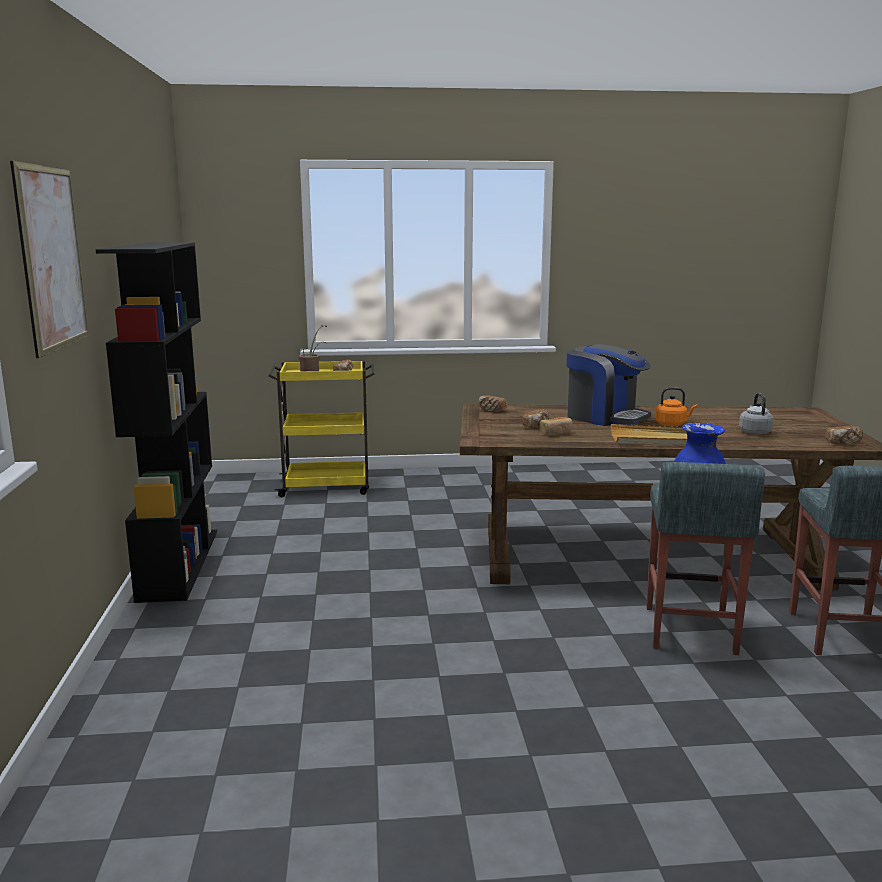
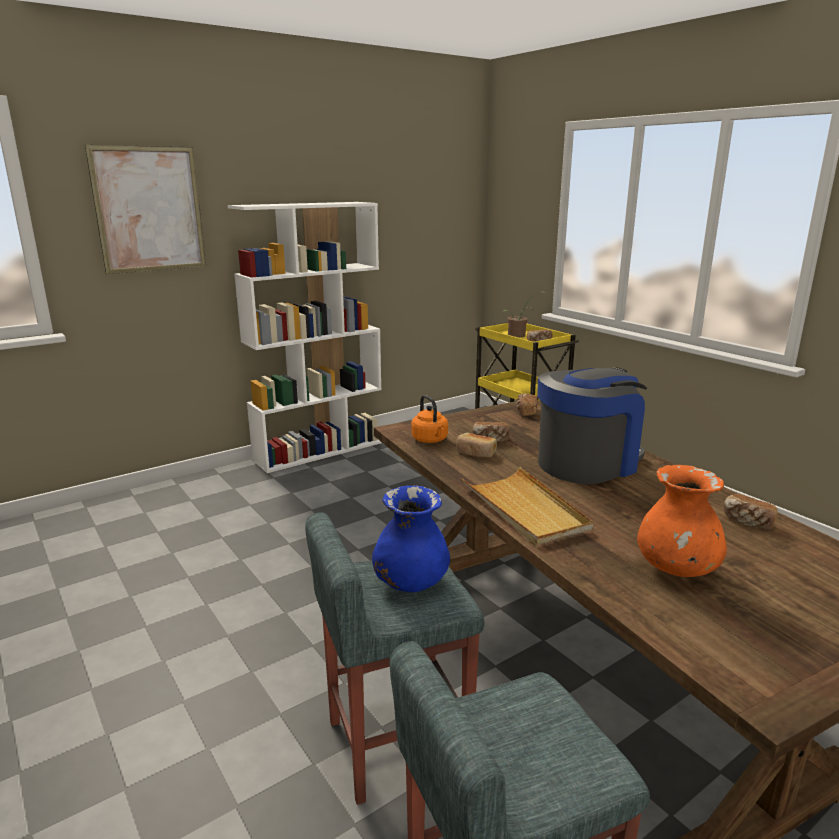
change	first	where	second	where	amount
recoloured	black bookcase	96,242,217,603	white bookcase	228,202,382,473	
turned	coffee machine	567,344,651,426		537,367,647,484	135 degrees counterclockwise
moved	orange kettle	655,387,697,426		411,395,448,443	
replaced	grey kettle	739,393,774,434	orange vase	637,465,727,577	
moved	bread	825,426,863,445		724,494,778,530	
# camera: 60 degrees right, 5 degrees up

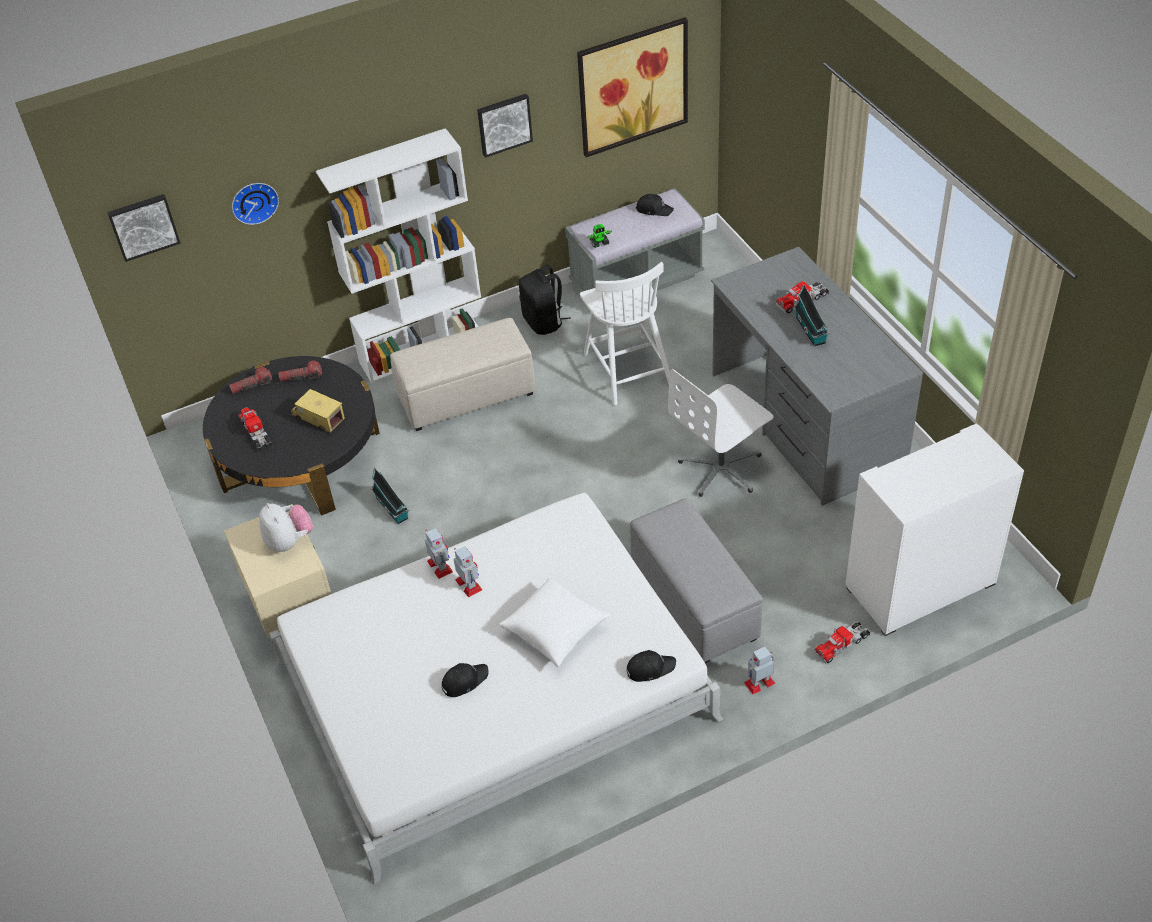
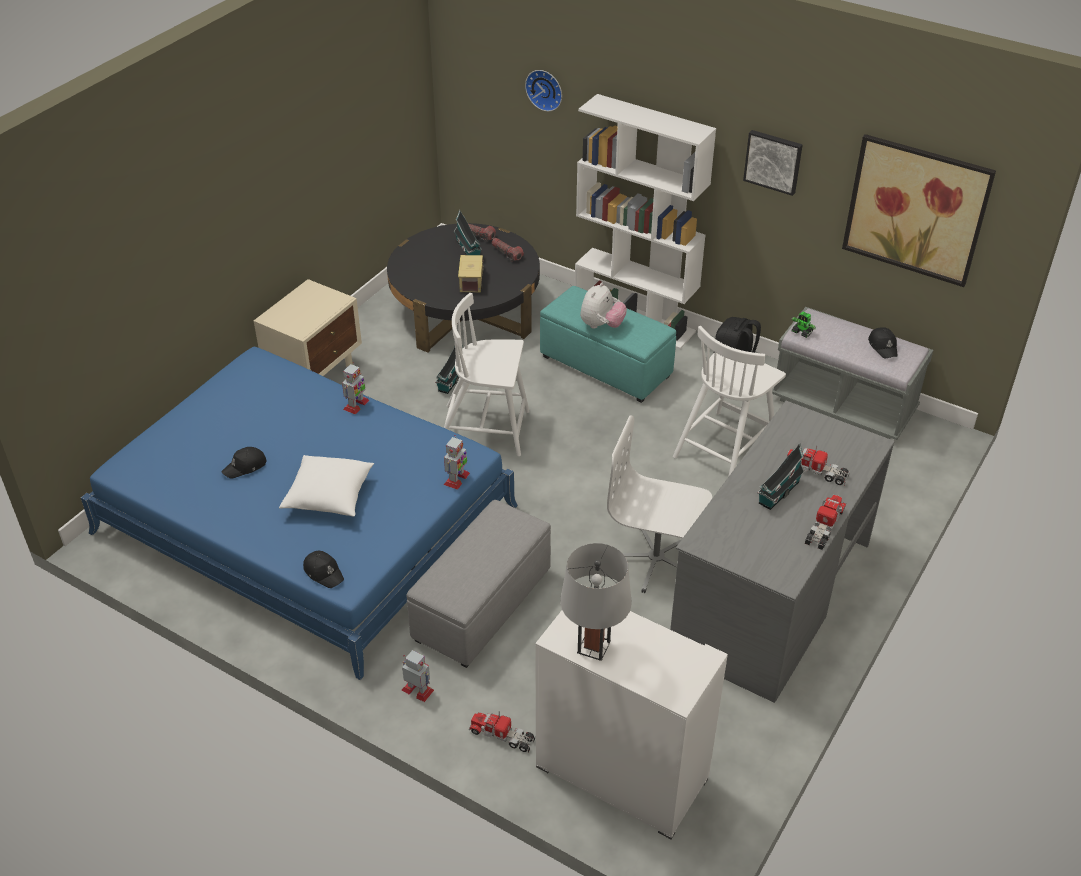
change	first	where	second	where	amount
removed	picture	107,194,180,262			
moved	toy truck	238,407,273,452		805,495,846,550	
moved	plush toy	259,503,314,552		580,283,627,329	
recoloured	white bed	269,493,723,884	blue bed	81,347,518,680	
recoloured	beige ottoman	390,318,535,431	turquoise ottoman	540,286,676,403	
turned	black cap	442,663,489,697		222,447,266,479	120 degrees clockwise
moved	toy robot	454,546,482,597		444,435,470,490	
added			white chair	444,293,530,456	
added			toy house	454,210,482,255	
added			grey table lamp	560,543,632,661	
# camera: 55 degrees right, 5 degrees down

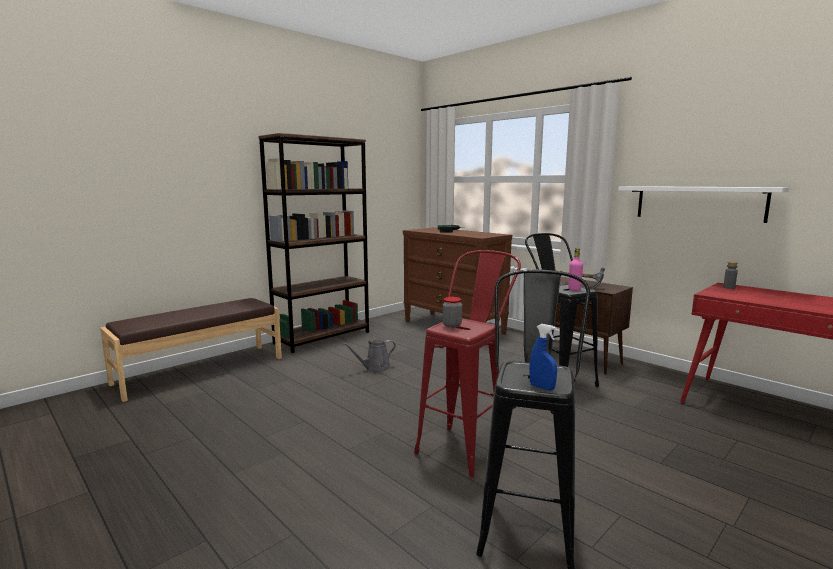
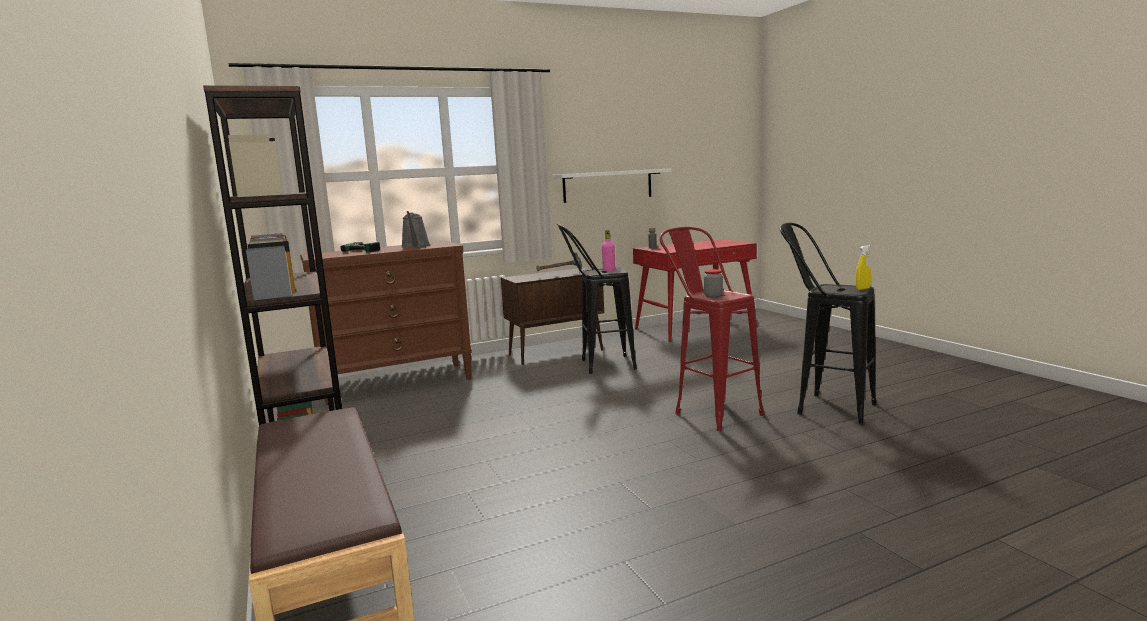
change	first	where	second	where	amount
moved	grey watering can	342,339,396,373		401,211,430,248	
recoloured	blue spray bottle	529,324,557,391	yellow spray bottle	856,245,871,290	
# camera: 70 degrees left, 0 degrees up

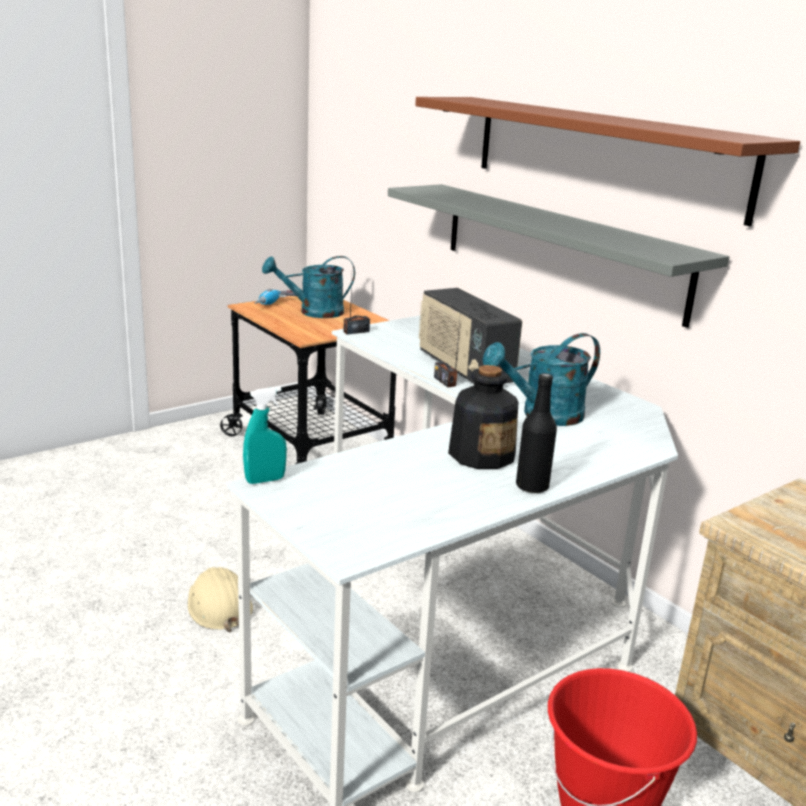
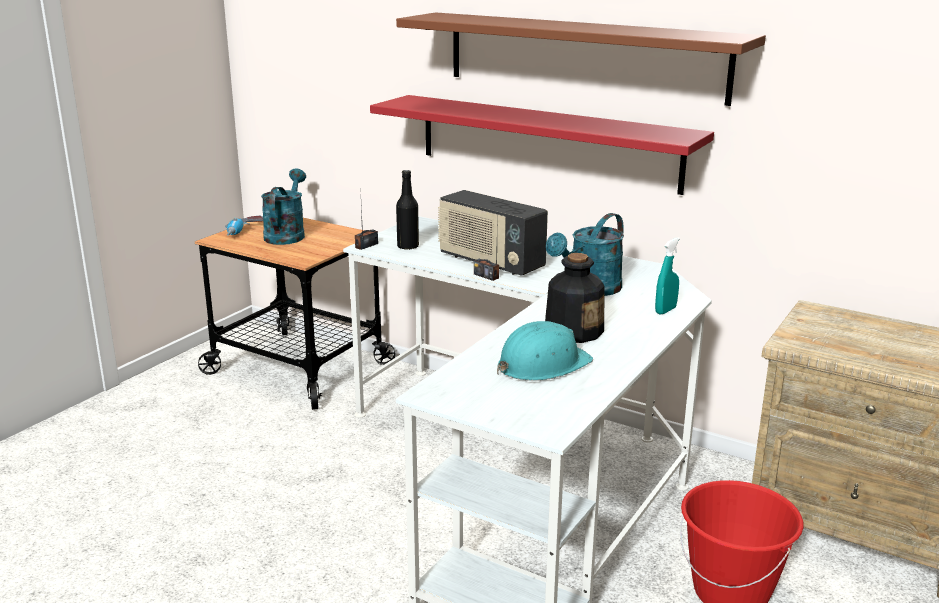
change	first	where	second	where	amount
removed	beige hard hat	188,567,253,632			
moved	turquoise spray bottle	243,387,287,484		655,237,680,315	
turned	turquoise watering can	262,256,355,318		261,168,306,245	135 degrees clockwise
recoloured	grey shelf	388,184,729,328	red shelf	370,95,714,195	
moved	black bottle	516,373,557,493		396,170,419,250	
added			turquoise hard hat	497,321,593,381	
# camera: 20 degrees left, 0 degrees up

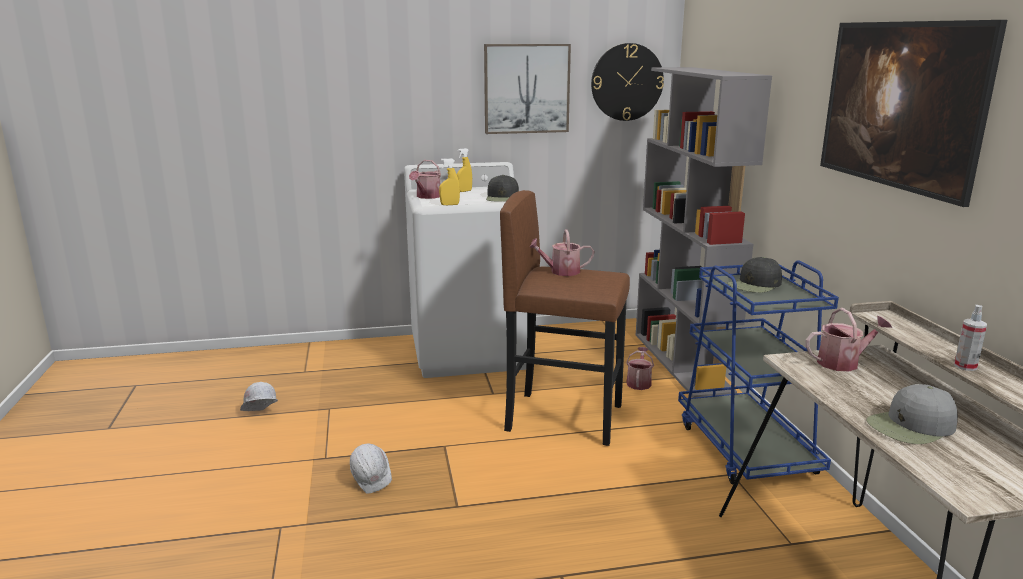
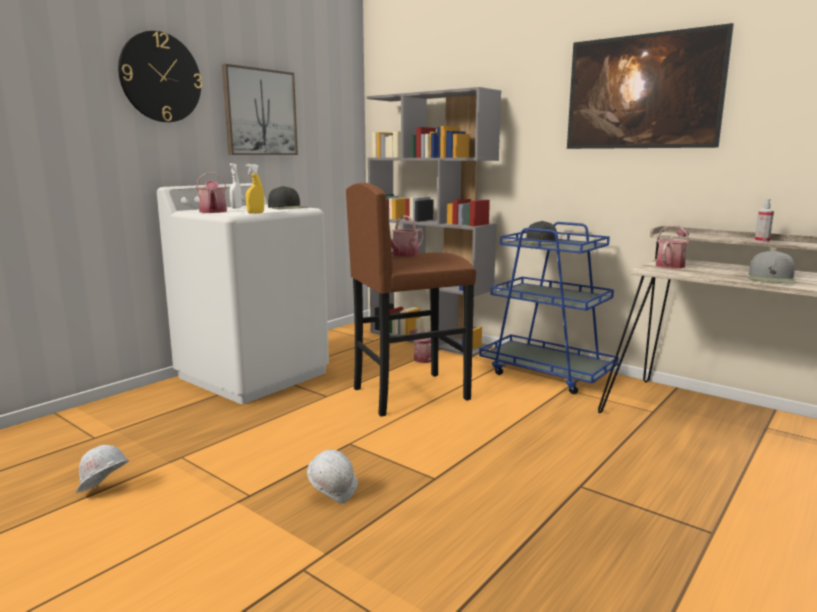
change	first	where	second	where	amount
recoloured	yellow spray bottle	457,148,472,192	white spray bottle	230,163,242,208	
moved	wall clock	591,43,664,121		118,31,202,122	
# camera: 40 degrees left, 5 degrees down

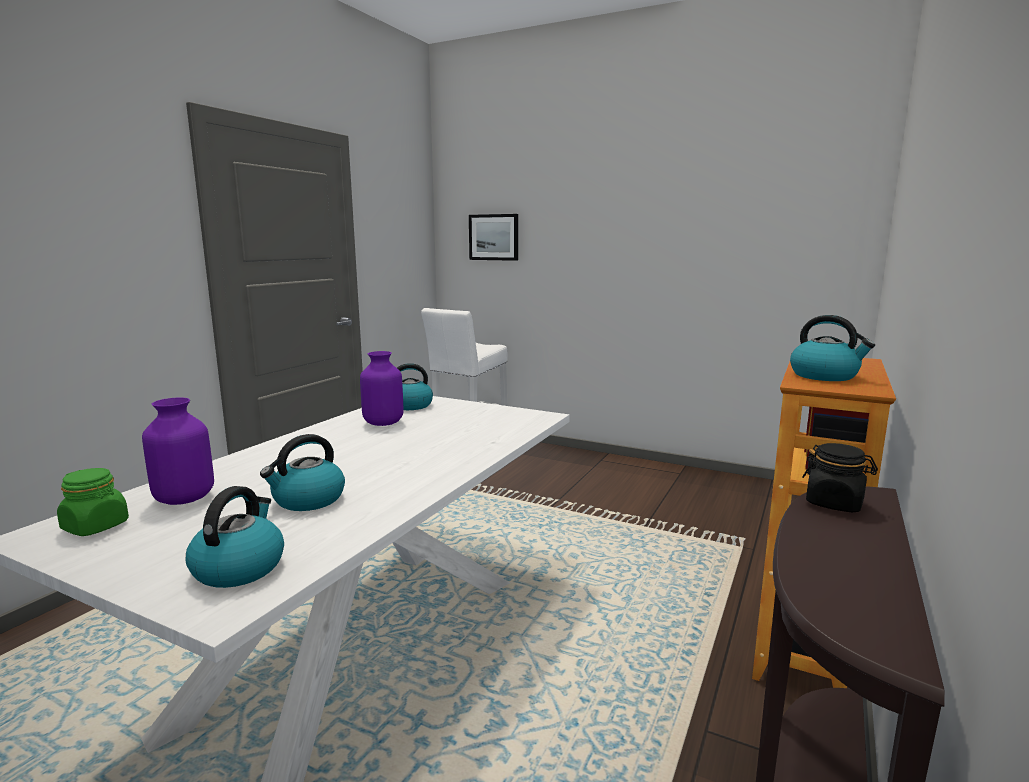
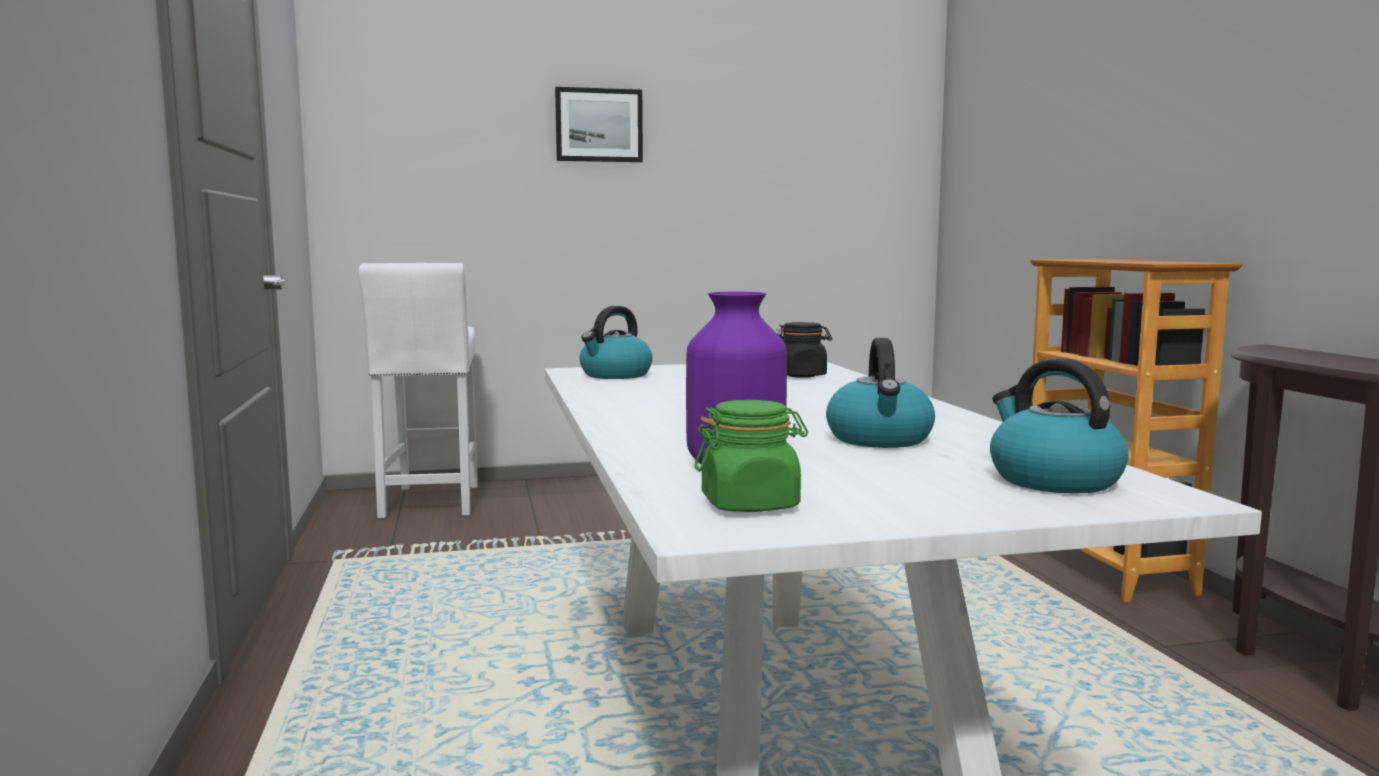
change	first	where	second	where	amount
removed	purple vase	360,351,403,426			
moved	picture	469,214,518,261		555,87,643,162	
removed	kettle	790,315,875,381			
moved	black jar	802,443,878,512		777,322,832,378	
# camera: 40 degrees left, 5 degrees down

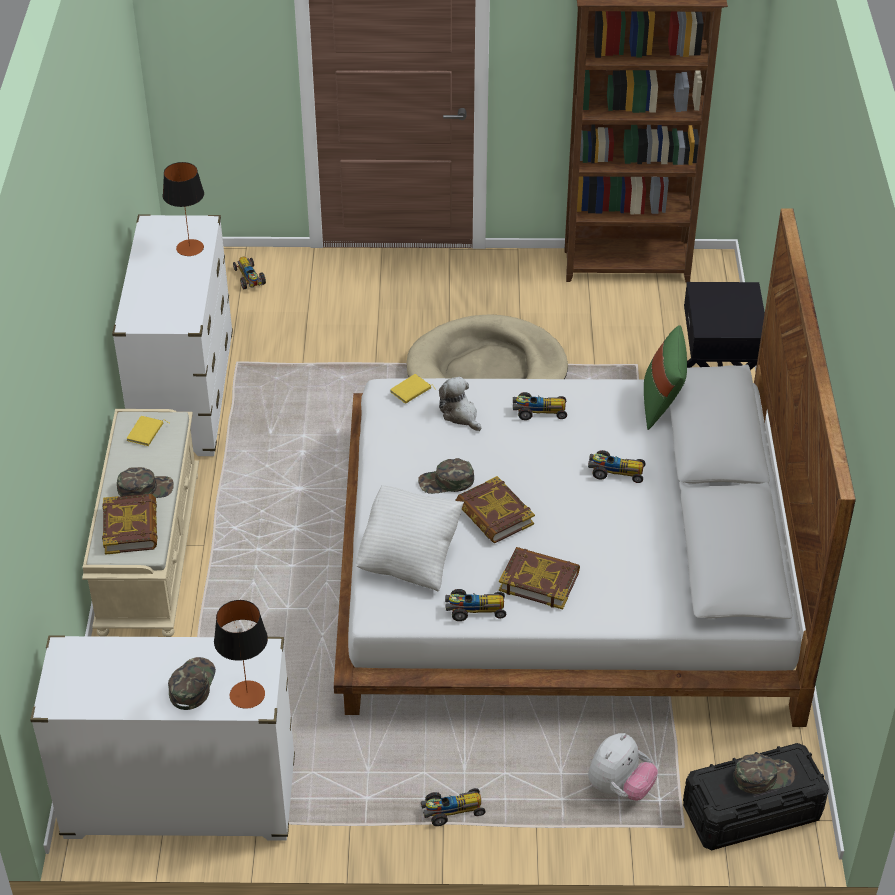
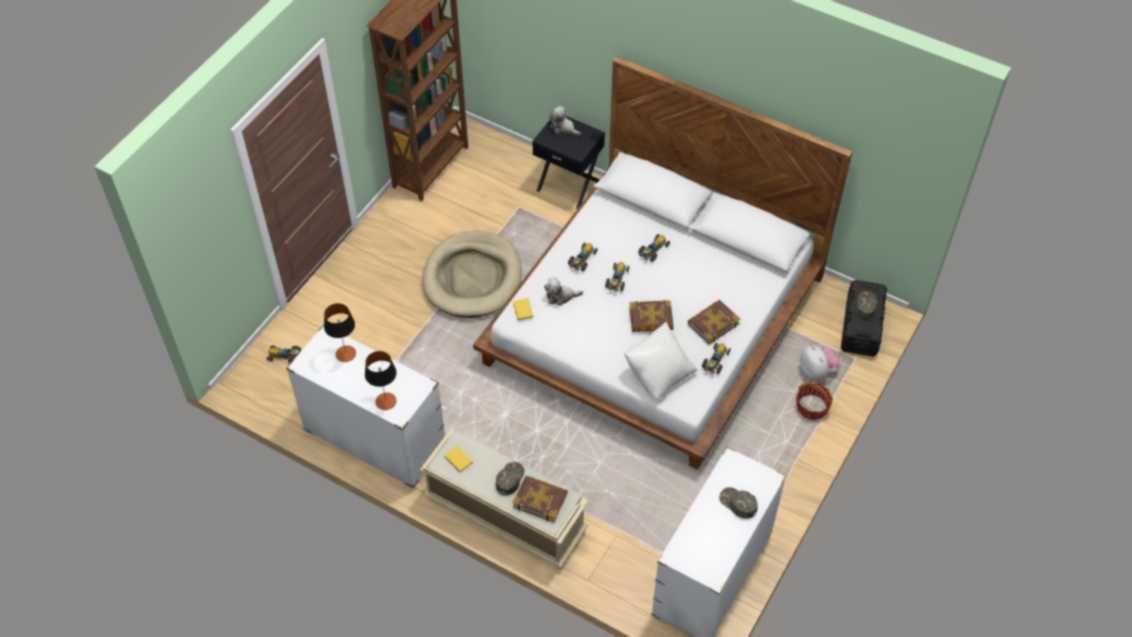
change	first	where	second	where	amount
moved	table lamp	214,600,268,709		365,351,397,410	
removed	green cap	418,458,474,494			
moved	toy car	421,788,486,826		605,262,629,291	
removed	green pillow	644,325,687,430			
added			plush toy	549,106,581,136	
added			basket	796,382,833,420	
# camera: 60 degrees left, 10 degrees up

